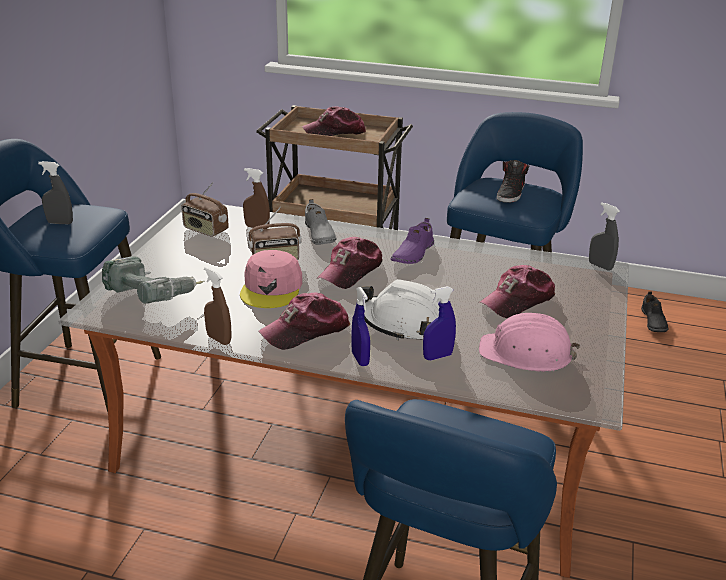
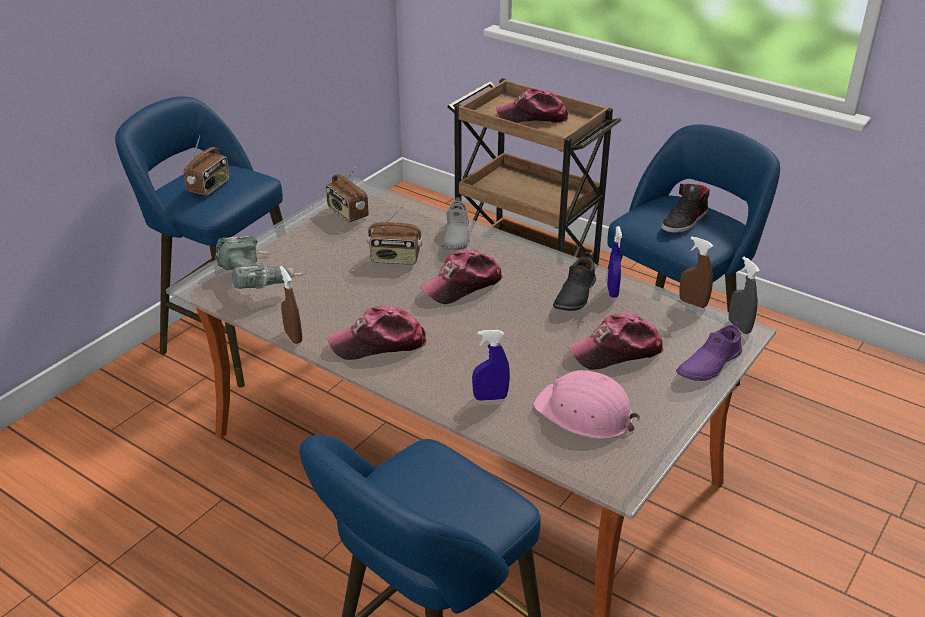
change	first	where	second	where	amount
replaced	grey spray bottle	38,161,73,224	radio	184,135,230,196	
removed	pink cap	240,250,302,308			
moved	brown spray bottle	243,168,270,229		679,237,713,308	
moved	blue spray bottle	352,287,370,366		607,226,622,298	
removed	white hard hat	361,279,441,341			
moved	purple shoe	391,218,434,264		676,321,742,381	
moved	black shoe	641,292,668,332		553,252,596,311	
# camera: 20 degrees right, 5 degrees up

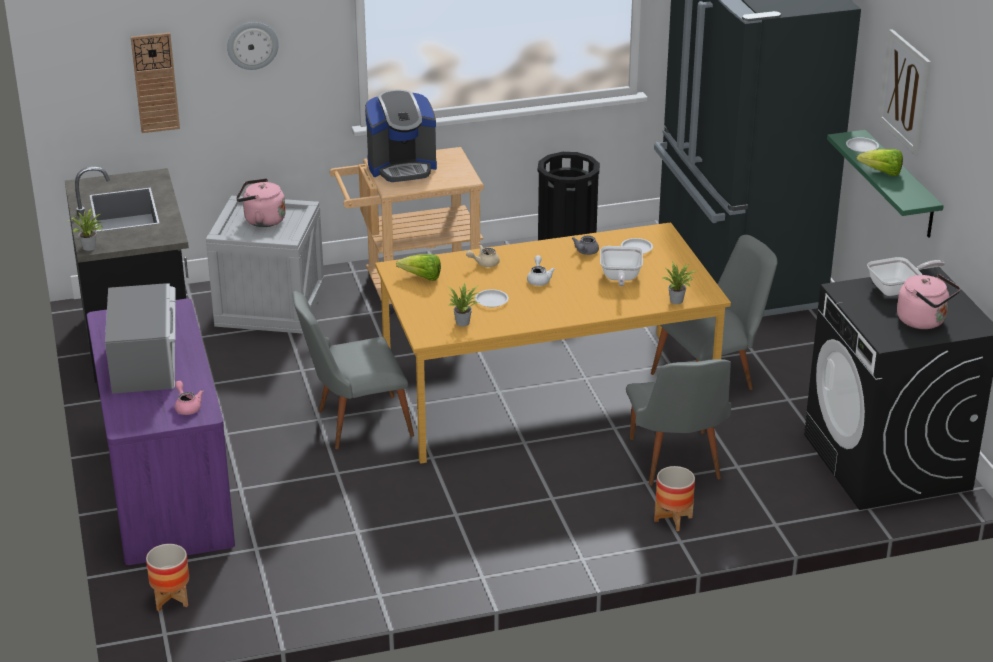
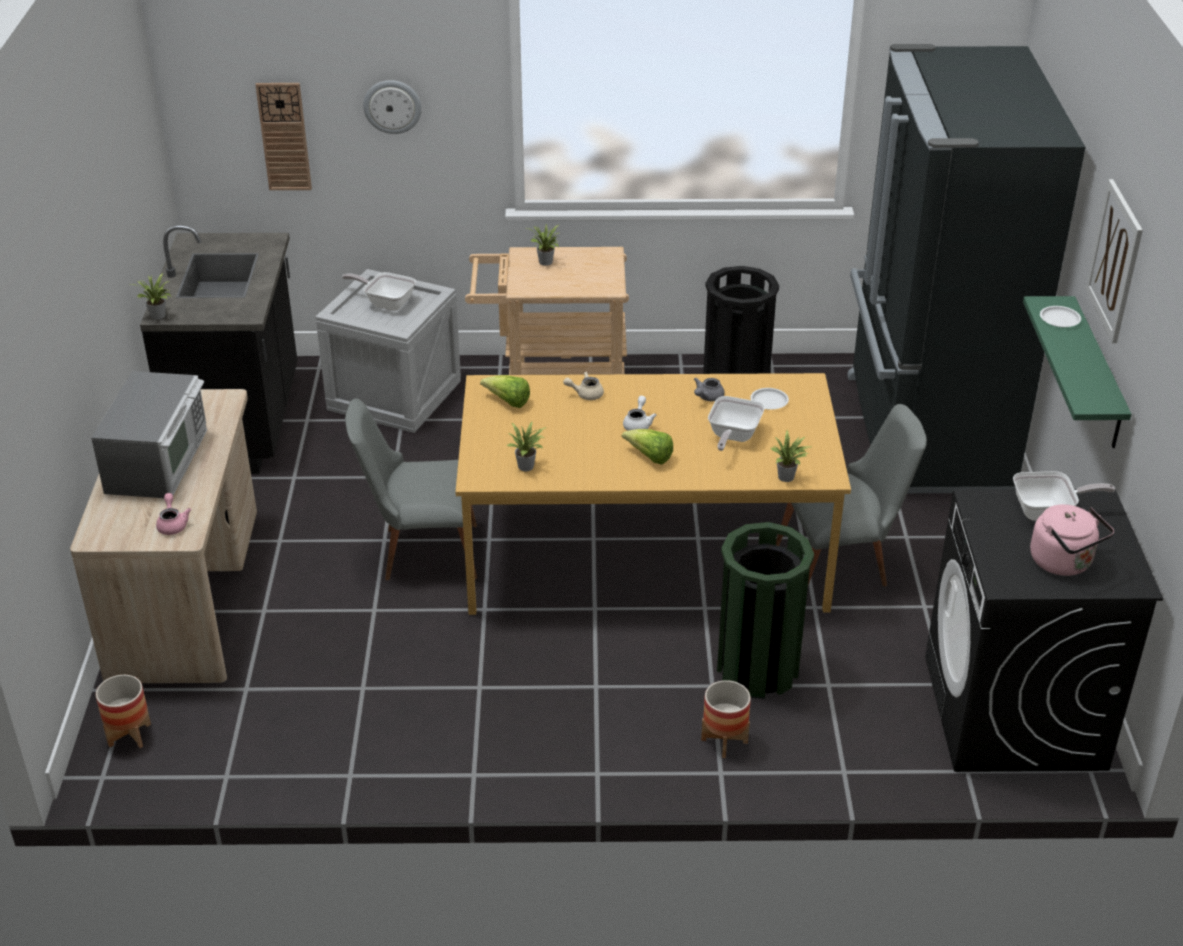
change	first	where	second	where	amount
recoloured	purple desk	87,299,235,565	beige desk	70,389,257,683	
replaced	pink kettle	236,178,286,227	frying pan	342,272,416,311	
replaced	coffee machine	365,89,437,182	potted plant	527,225,559,266	
removed	white plate	475,289,509,307			
replaced	grey chair	626,359,731,486	green trash can	717,522,814,699	
moved	lettuce	856,149,903,176		622,429,673,465	
# camera: 15 degrees right, 5 degrees up

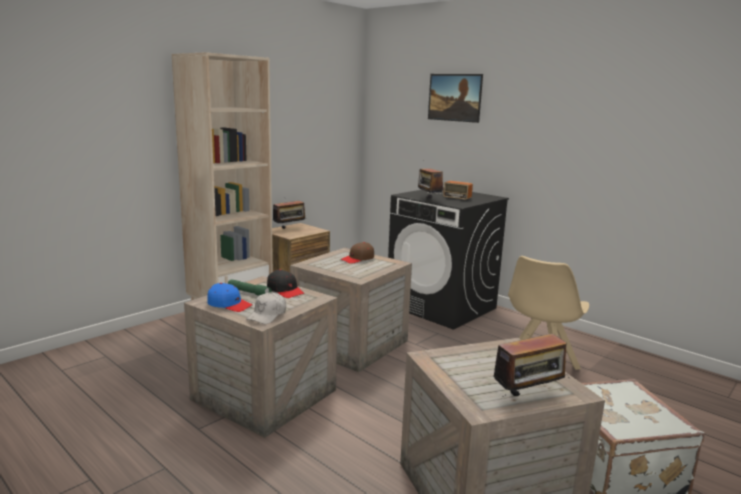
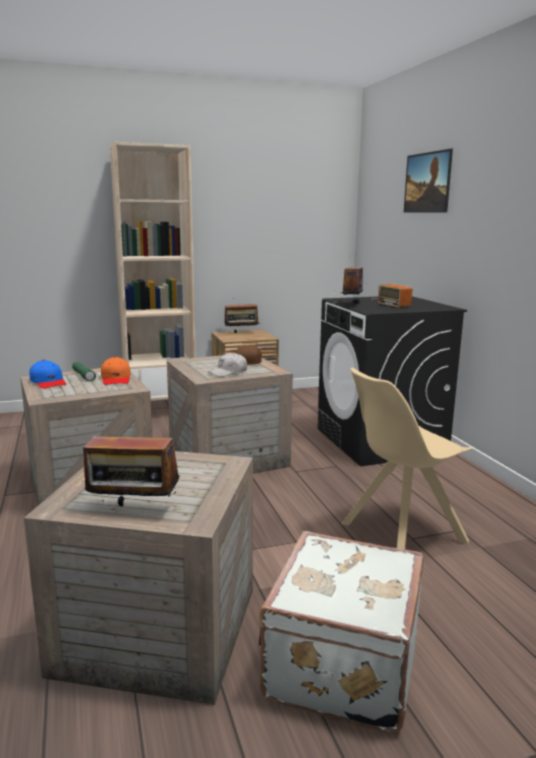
change	first	where	second	where	amount
moved	white cap	246,292,286,324		208,352,247,377	
recoloured	black cap	267,269,304,298	orange cap	101,357,131,385	
# camera: 30 degrees right, 0 degrees up

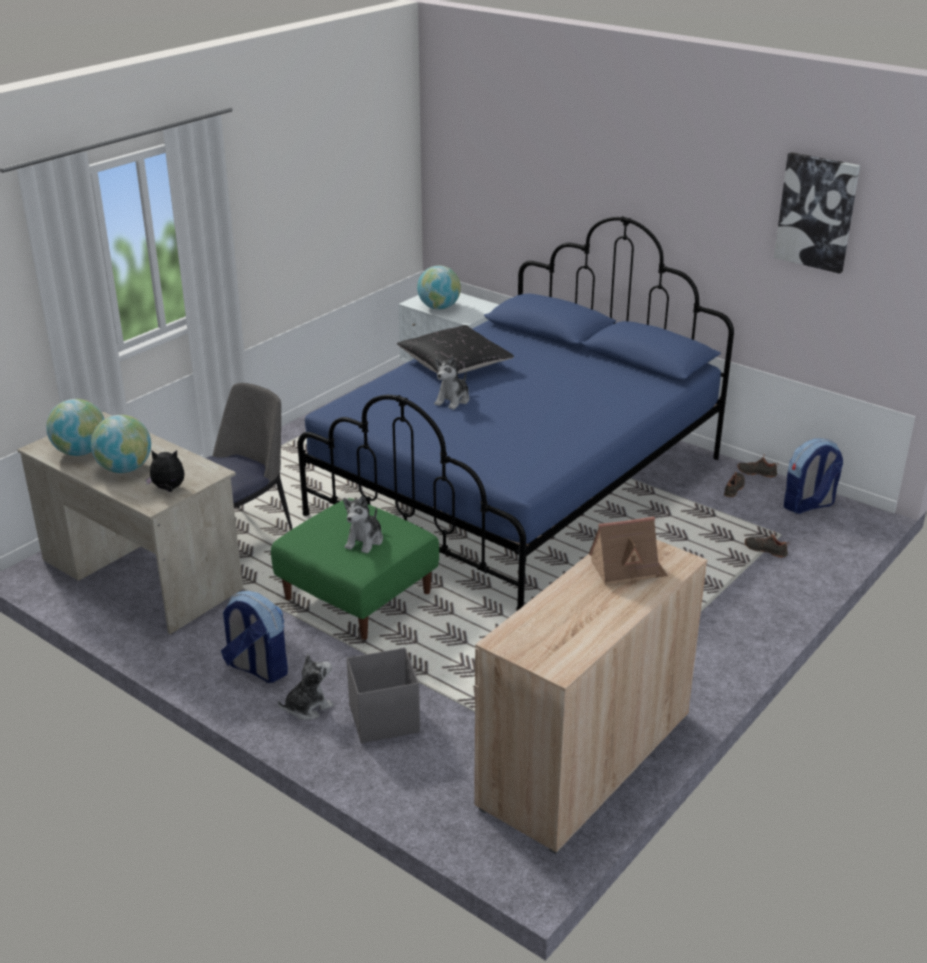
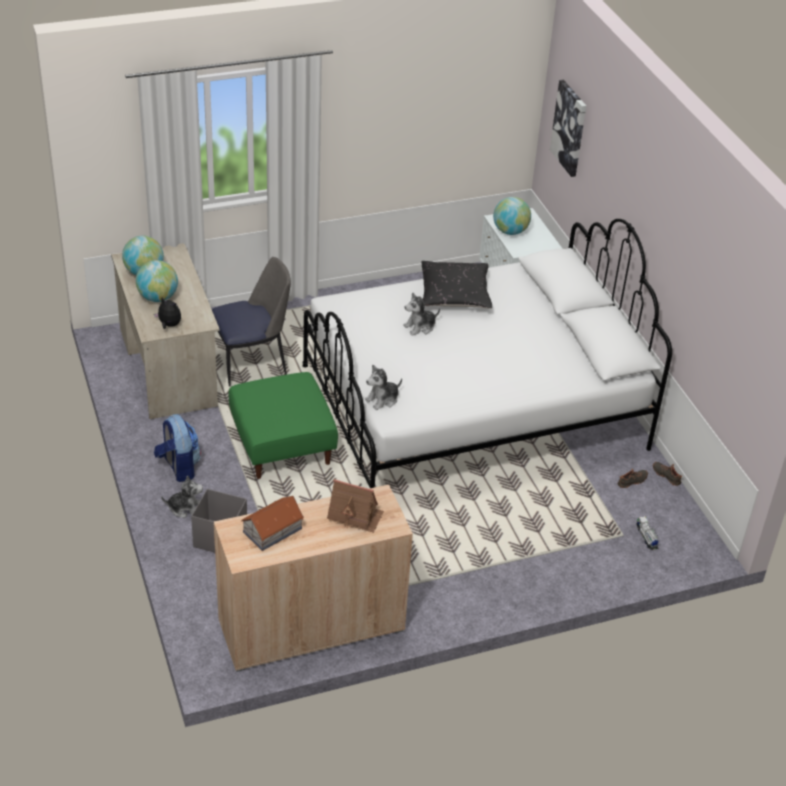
change	first	where	second	where	amount
recoloured	blue bed	298,216,734,611	white bed	303,219,672,488	
moved	plush toy	343,495,383,553		365,365,402,410	
removed	black shoe	745,531,789,558			
moved	picture	774,152,860,274		550,80,586,177	
removed	backpack	784,438,843,514			
added			toy house	241,496,304,551	
added			toy truck	636,516,659,550	
# camera: 30 degrees right, 10 degrees up

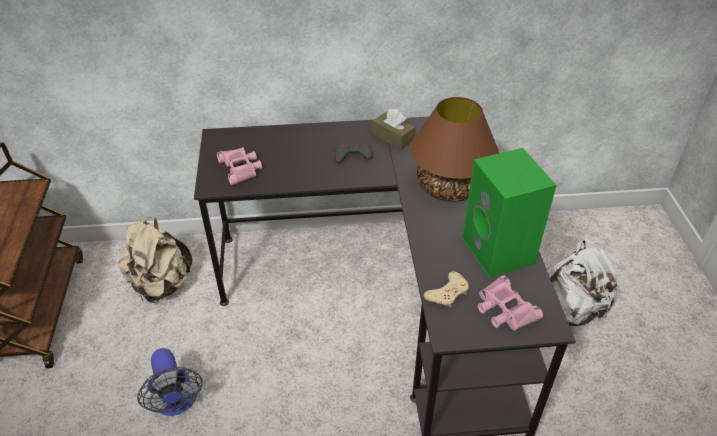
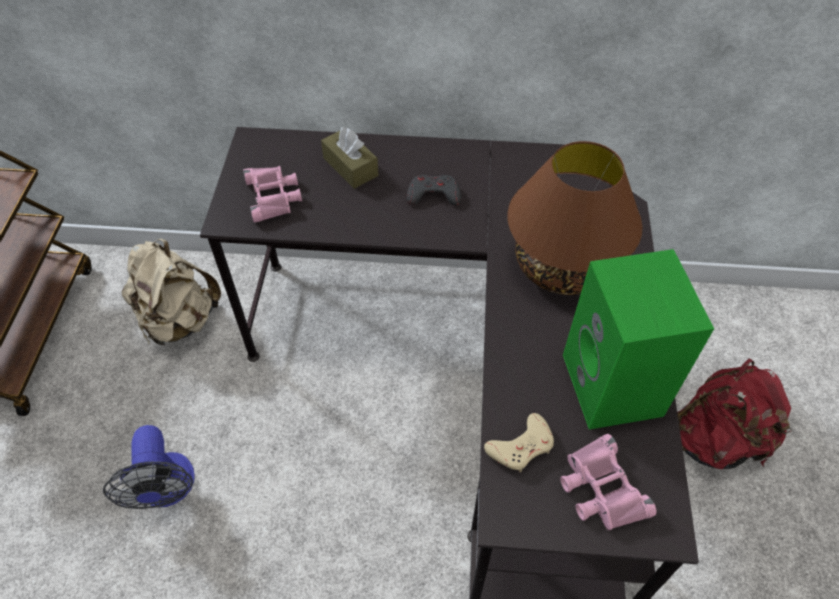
change	first	where	second	where	amount
moved	brown tissue box	372,109,415,150		321,127,378,189	
recoloured	white backpack	550,239,618,326	red backpack	677,358,792,469	
# camera: 10 degrees right, 10 degrees up

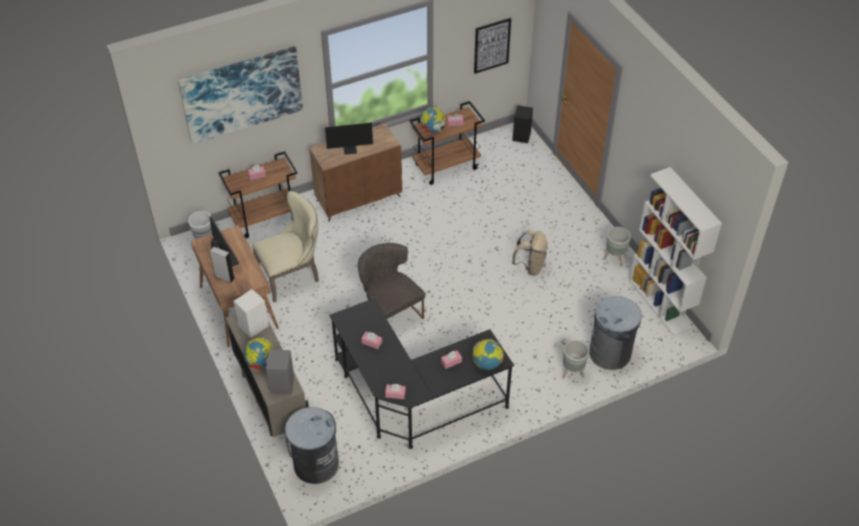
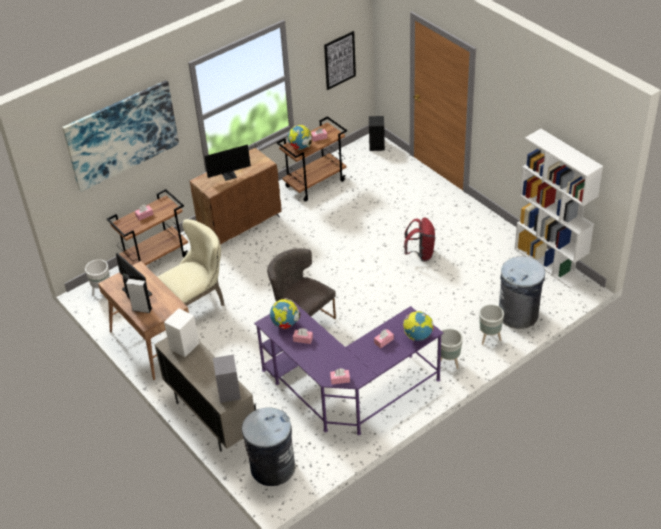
change	first	where	second	where	amount
moved	globe	244,337,274,370		270,298,300,329	
recoloured	black desk	329,298,514,449	purple desk	254,300,443,435	
recoloured	beige backpack	512,230,548,275	red backpack	404,218,435,262	
moved	grey planter	604,227,631,266		437,329,463,369	
# camera: 10 degrees left, 5 degrees down

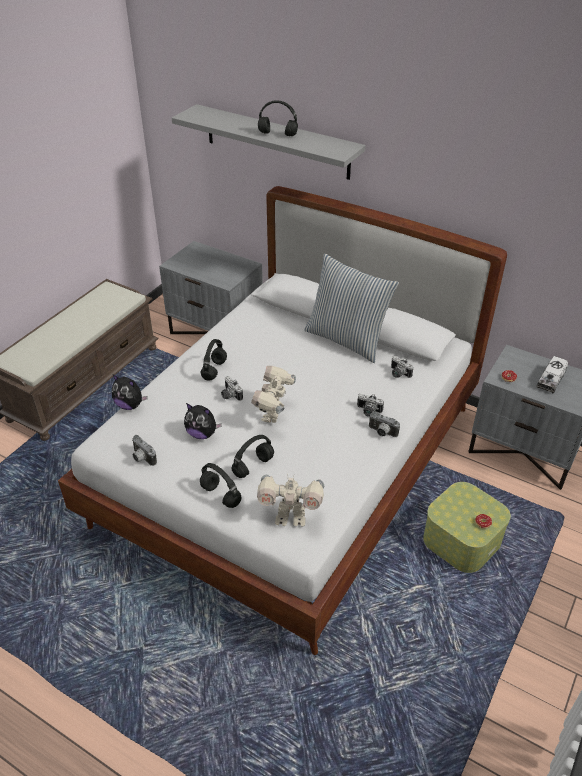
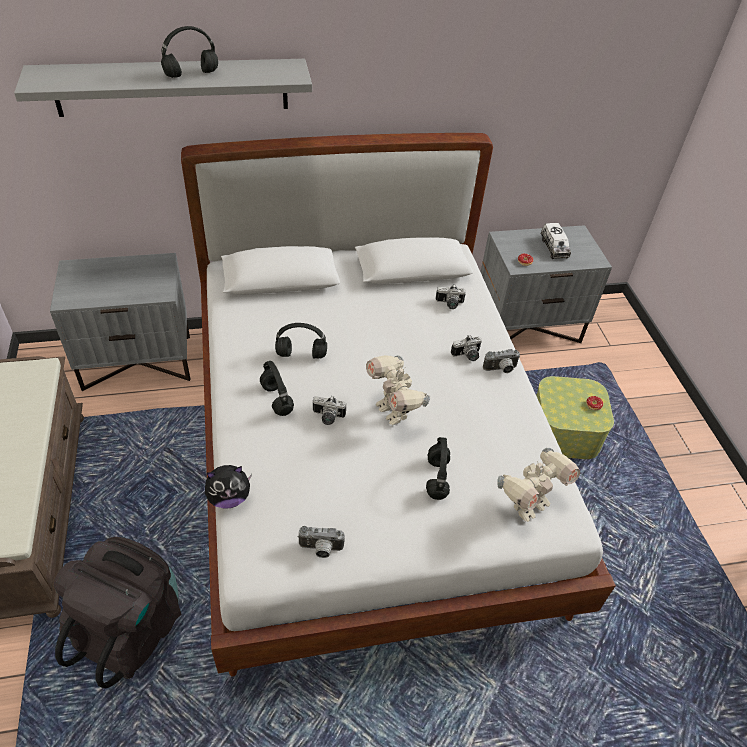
change	first	where	second	where	amount
removed	plush toy	184,403,222,439			
moved	black headphones	200,463,241,508		275,323,327,358	
removed	pillow	304,254,399,363			
added			black backpack	54,537,181,688	
# camera: 45 degrees left, 5 degrees up

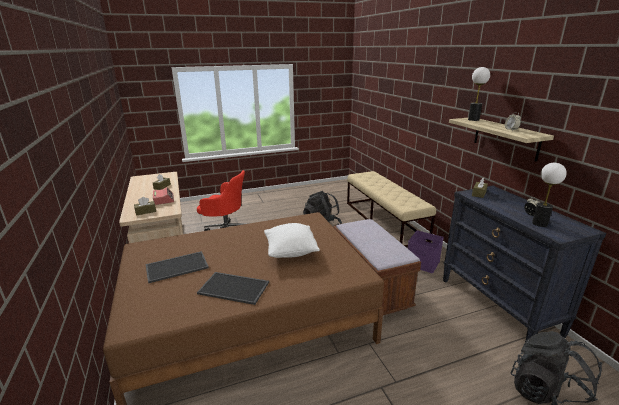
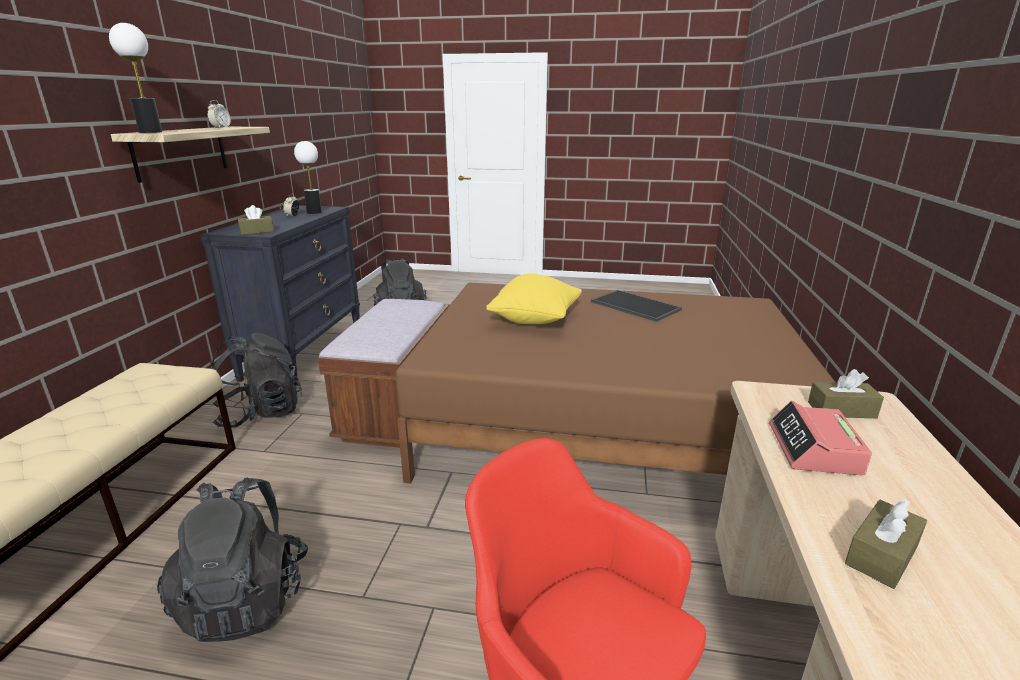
change	first	where	second	where	amount
removed	tray	145,251,209,283			
recoloured	white pillow	264,223,320,258	yellow pillow	486,274,582,324	
replaced	purple storage box	408,230,444,273	black backpack	210,333,302,428	
# camera: 150 degrees left, 0 degrees up

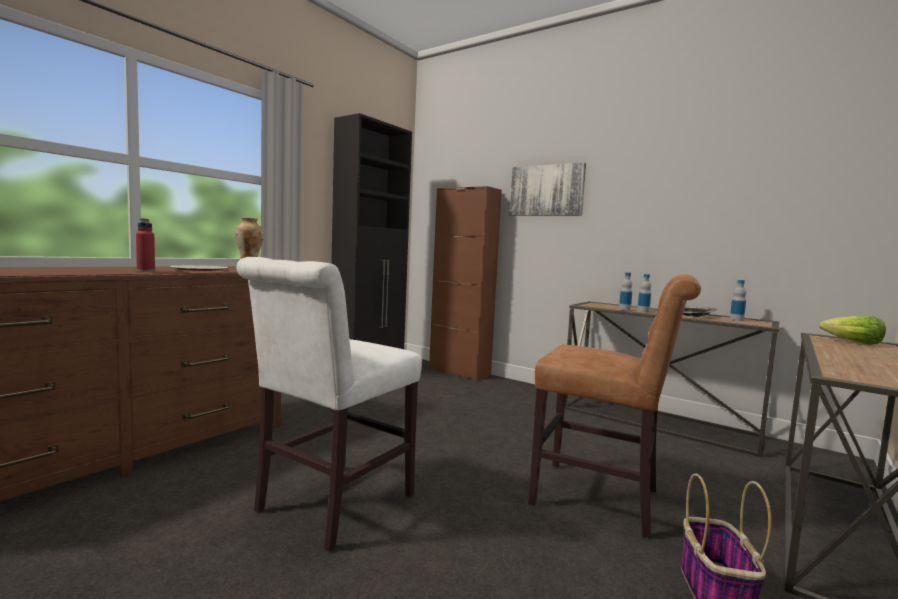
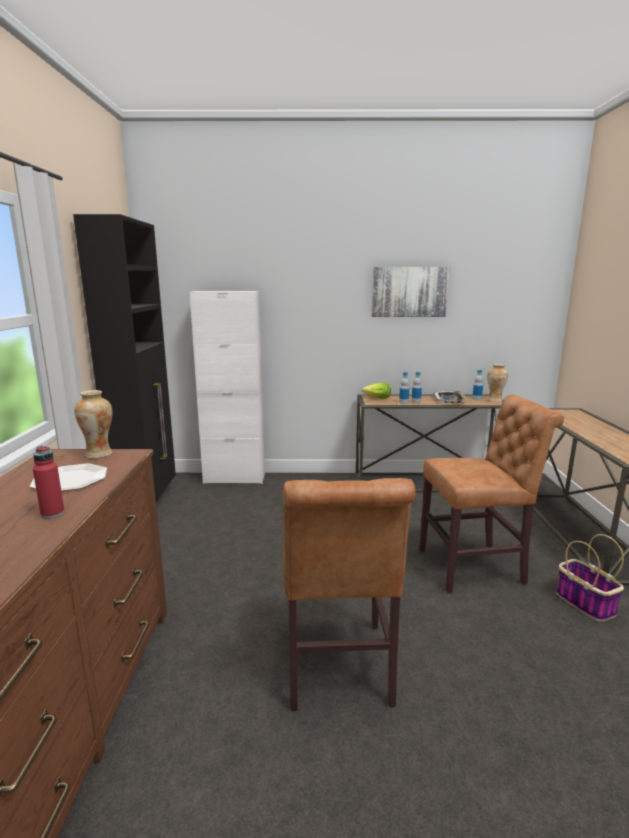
change	first	where	second	where	amount
recoloured	white chair	237,257,422,551	brown chair	283,478,416,711	
recoloured	brown cabinet	429,186,502,380	white cabinet	190,291,265,484	
moved	picture	509,163,586,216		372,267,450,317	
moved	lettuce	819,316,886,345		362,383,391,399	
added			vase	487,364,508,402	
# camera: 35 degrees left, 10 degrees up

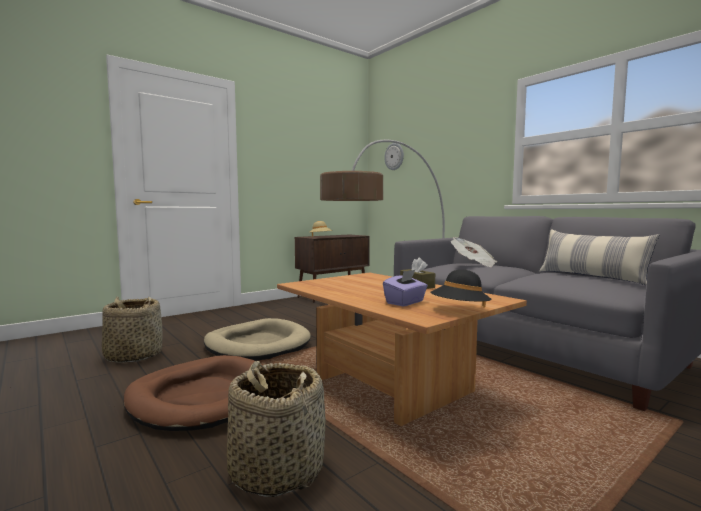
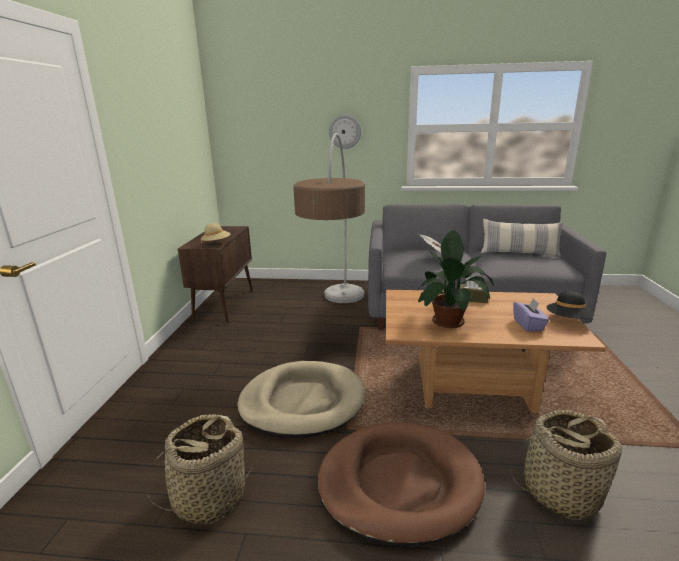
change	first	where	second	where	amount
moved	wall clock	384,143,404,170		329,115,361,149	
added			potted plant	416,230,494,328	
# camera: 45 degrees left, 15 degrees up

